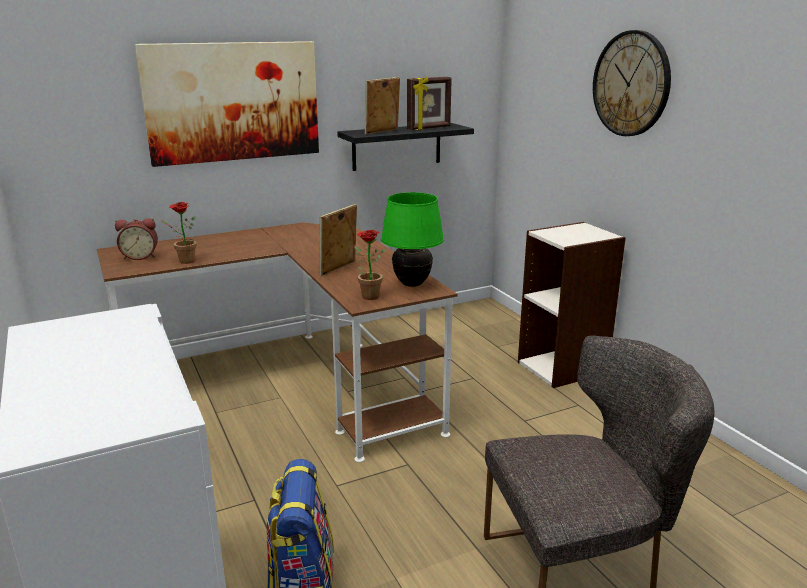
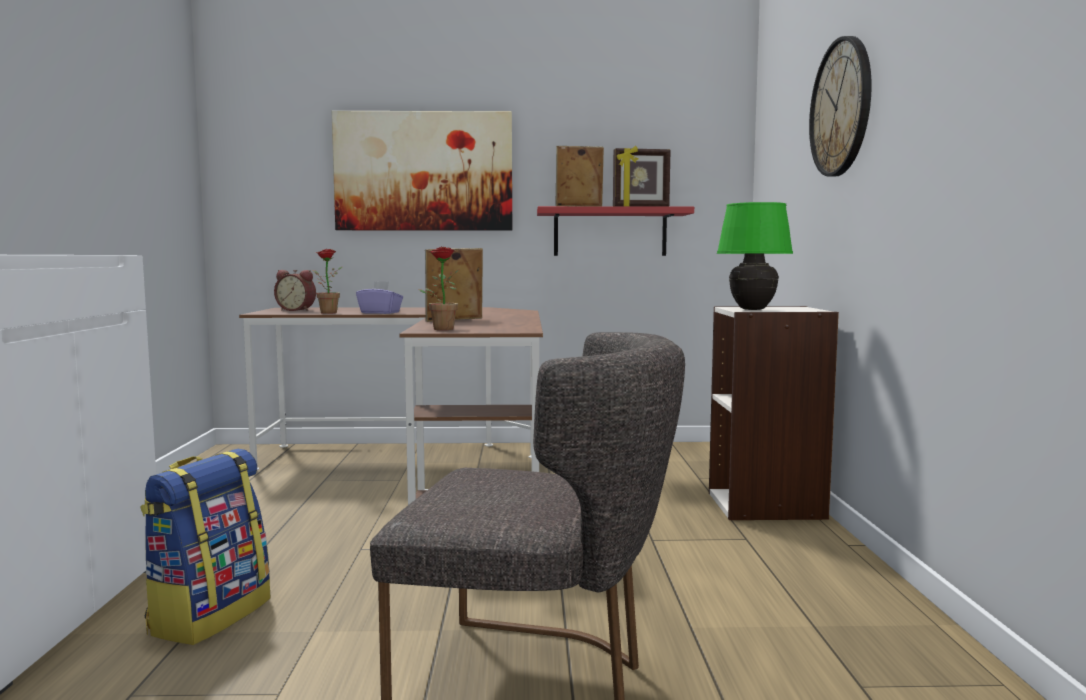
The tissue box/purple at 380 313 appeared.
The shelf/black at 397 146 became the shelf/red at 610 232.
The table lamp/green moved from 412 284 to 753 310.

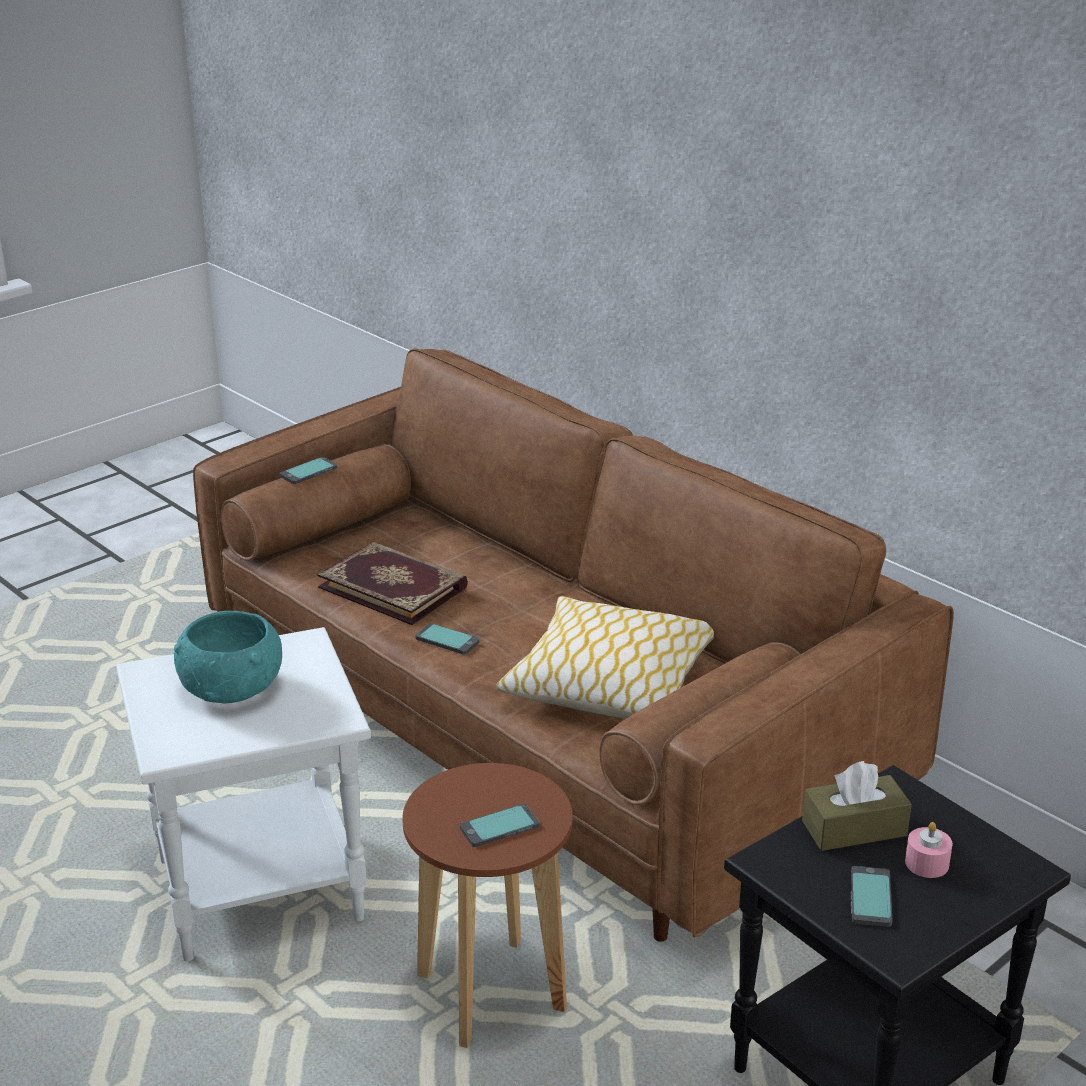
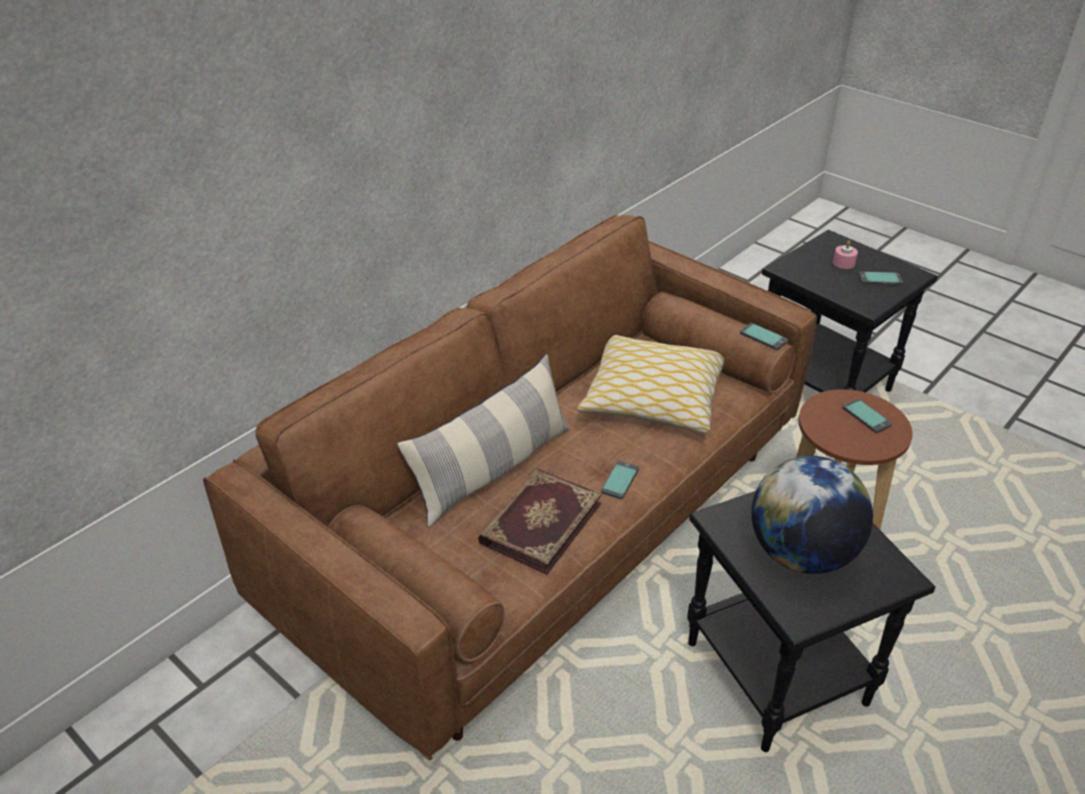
The pillow at 492 469 appeared.
The side table/white at 262 888 became the side table/black at 772 673.
The phone moved from 308 472 to 763 337.
The bowl/turquoise at 231 687 was replaced by the globe at 801 553.
The tissue box/brown at 854 828 disappeared.

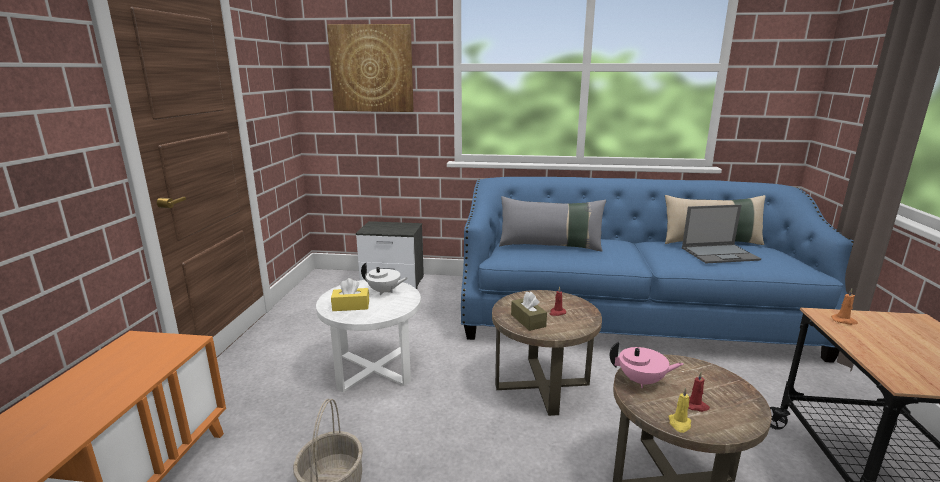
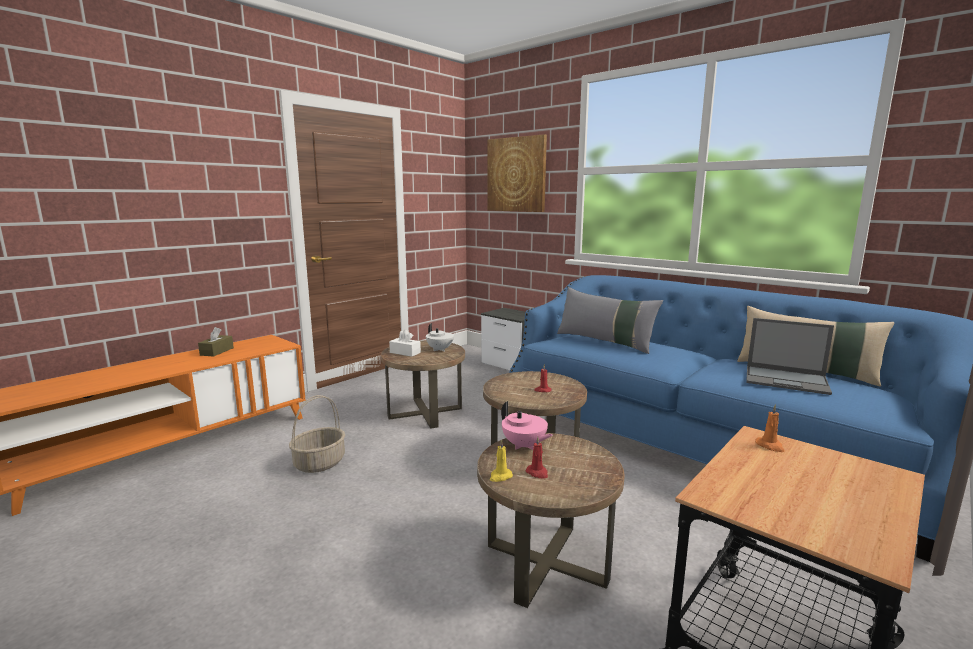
The tissue box/brown moved from 528 320 to 217 351.
The side table/white at 374 368 became the side table/brown at 425 412.
The tissue box/yellow at 351 306 became the tissue box/white at 405 352.

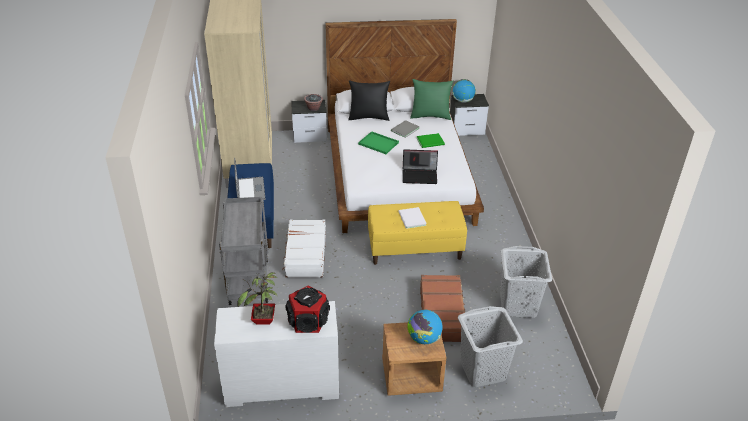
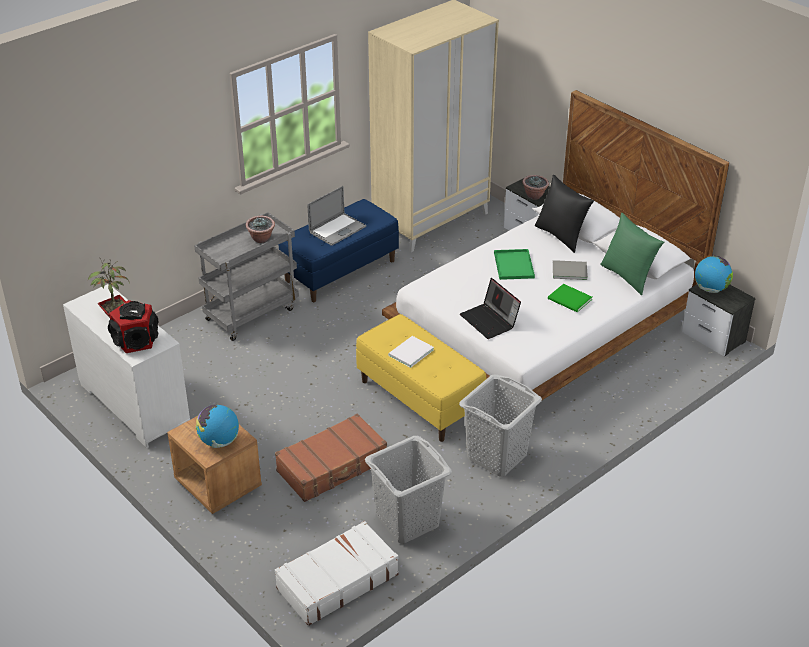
The potted plant at 261 238 appeared.
The suitcase/white moved from 305 254 to 336 581.
The laundry basket/grey moved from 482 371 to 496 456.

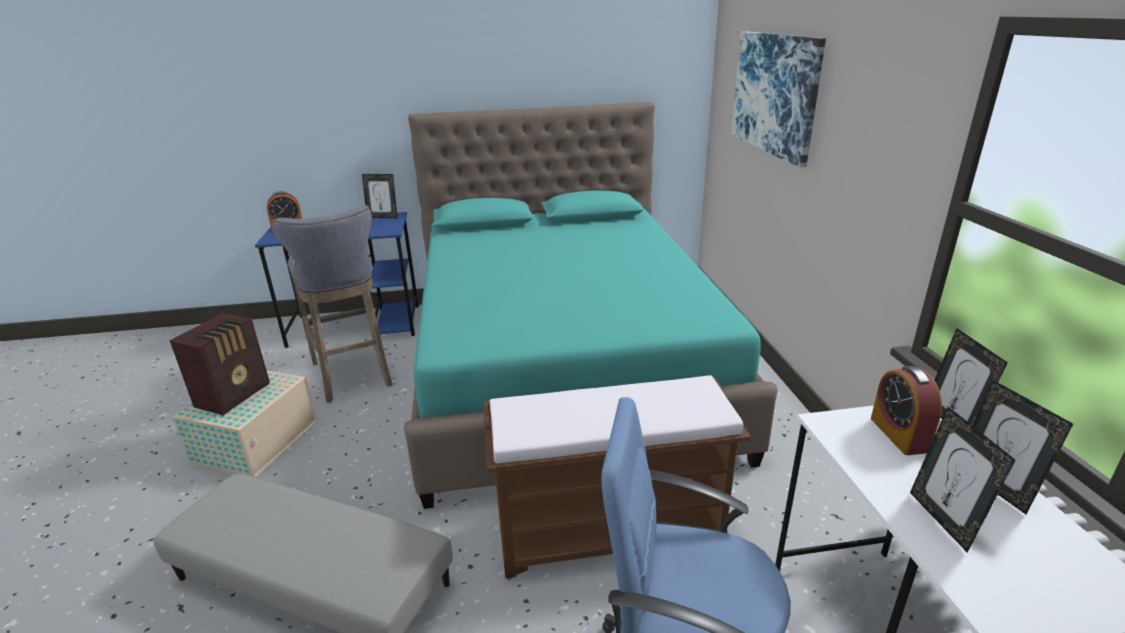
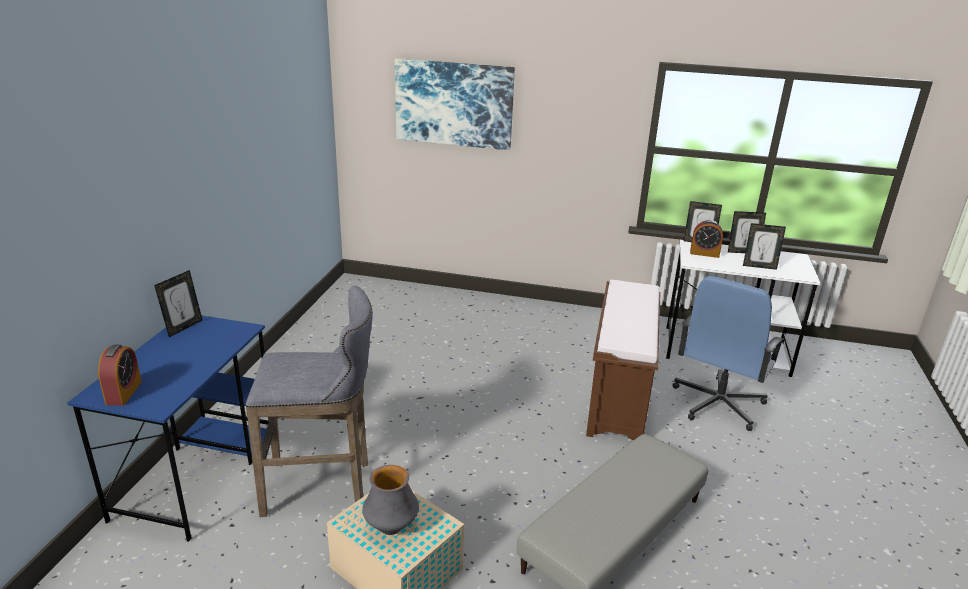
The radio at 235 395 was replaced by the vase at 391 528.
The bed/turquoise at 563 368 disappeared.

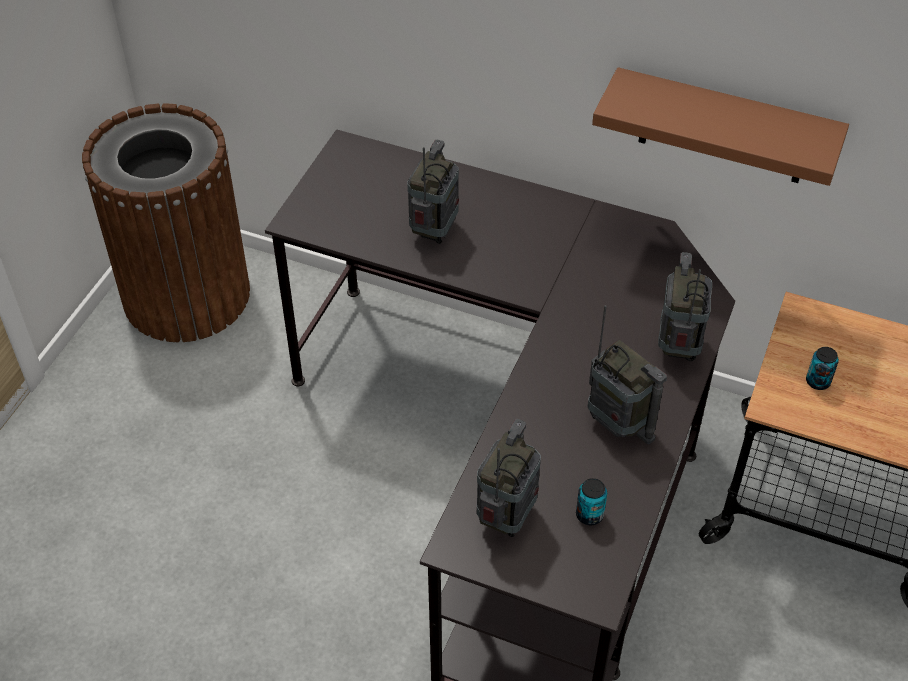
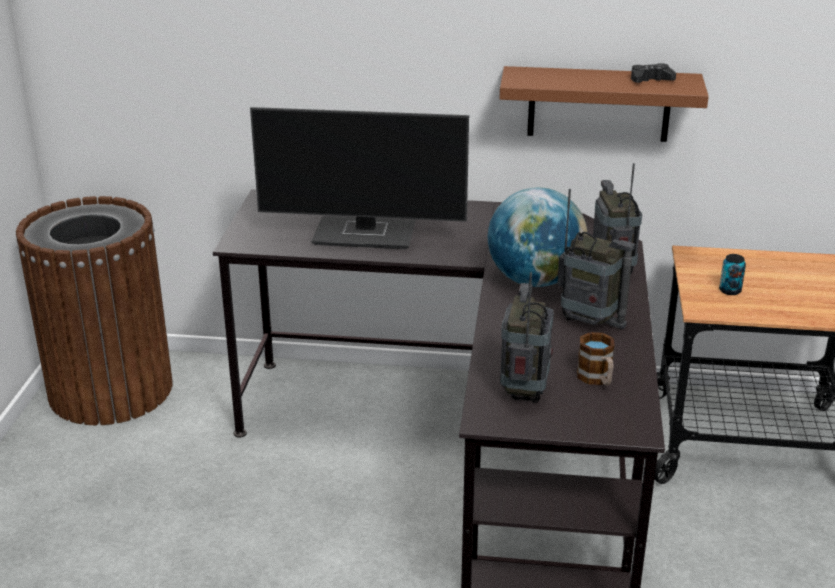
The radio at 434 231 was replaced by the monitor at 367 234.
The globe at 535 281 appeared.
The can at 589 515 was replaced by the mug at 597 379.
The game controller/black at 650 79 appeared.

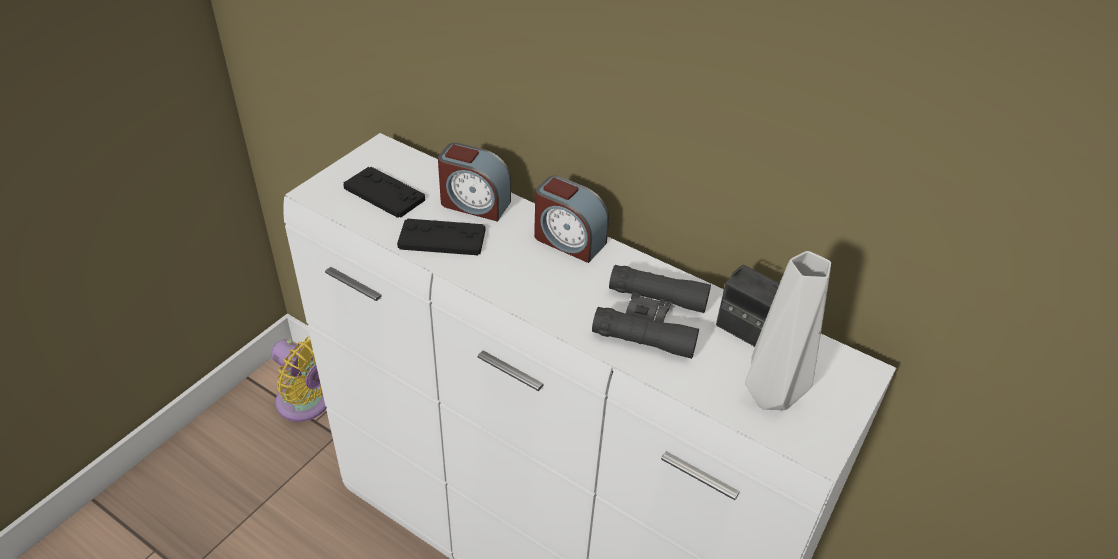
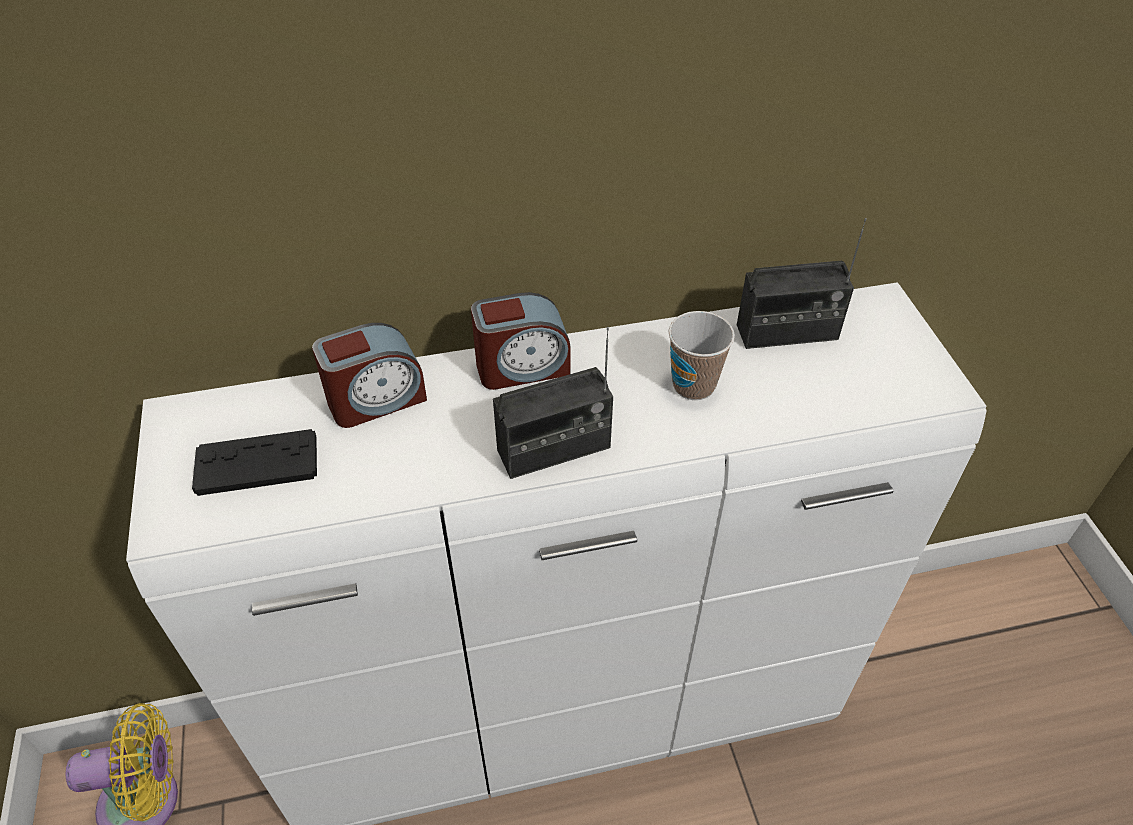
The radio at 554 449 appeared.
The binoculars/black at 650 319 was replaced by the cup at 693 385.
The game controller/black at 442 239 disappeared.
The vase/grey at 768 394 disappeared.

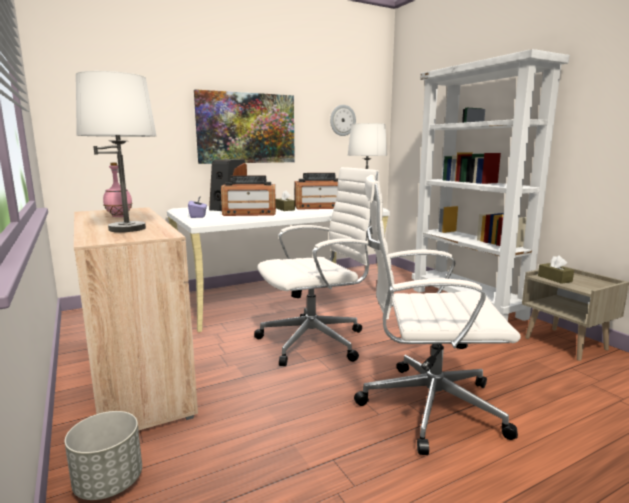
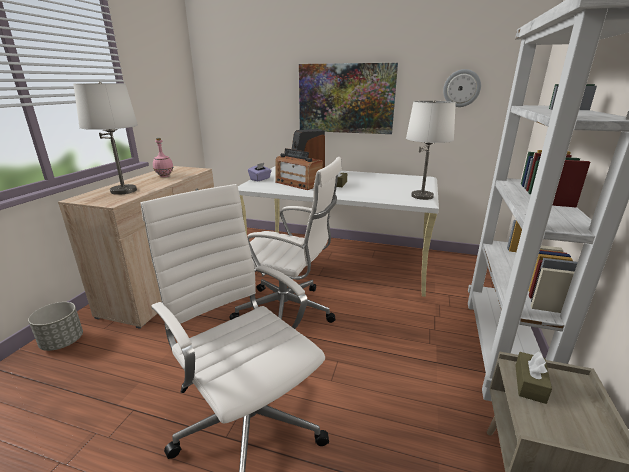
The radio at 318 207 disappeared.

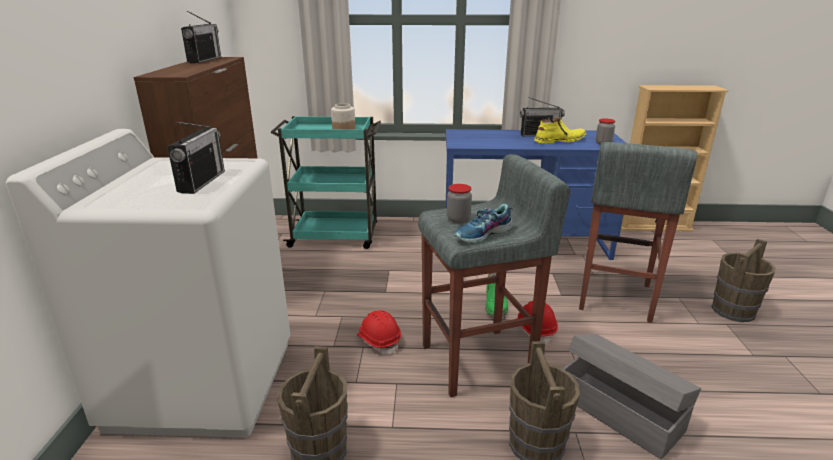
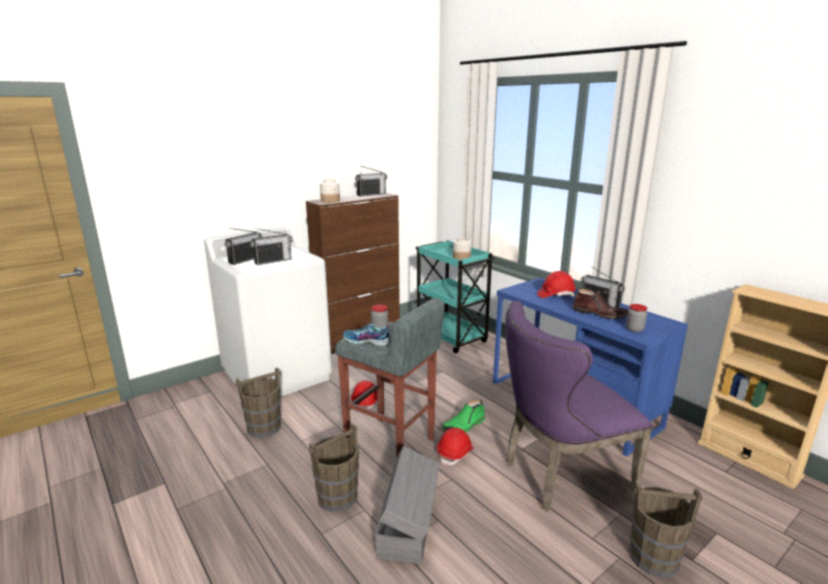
The radio at 245 260 appeared.
The jar at 330 201 appeared.
The stool/grey at 613 297 was replaced by the chair/purple at 560 476.
The hard hat/red at 555 295 appeared.
The boot/yellow at 559 141 became the boot/brown at 600 314.

